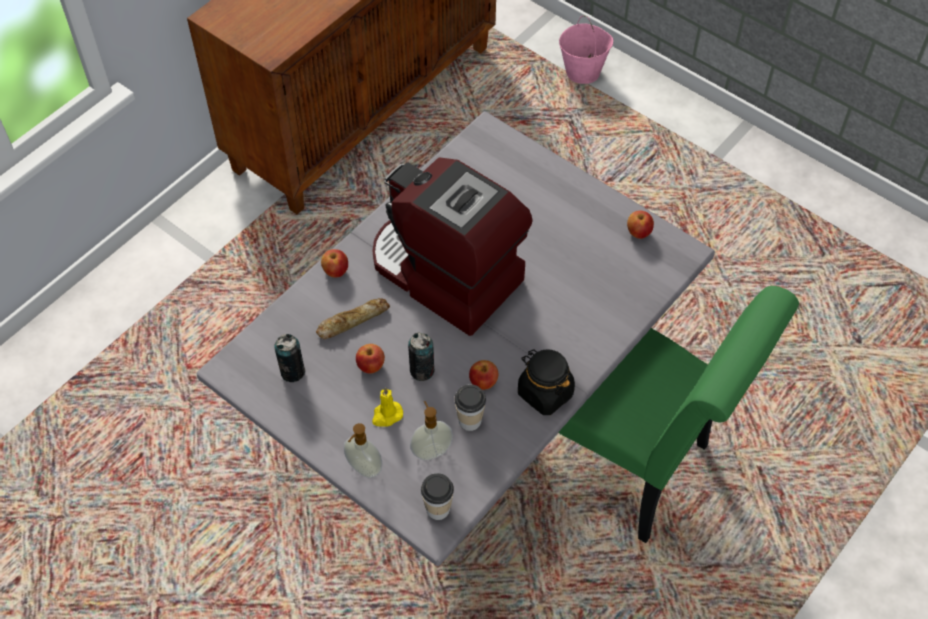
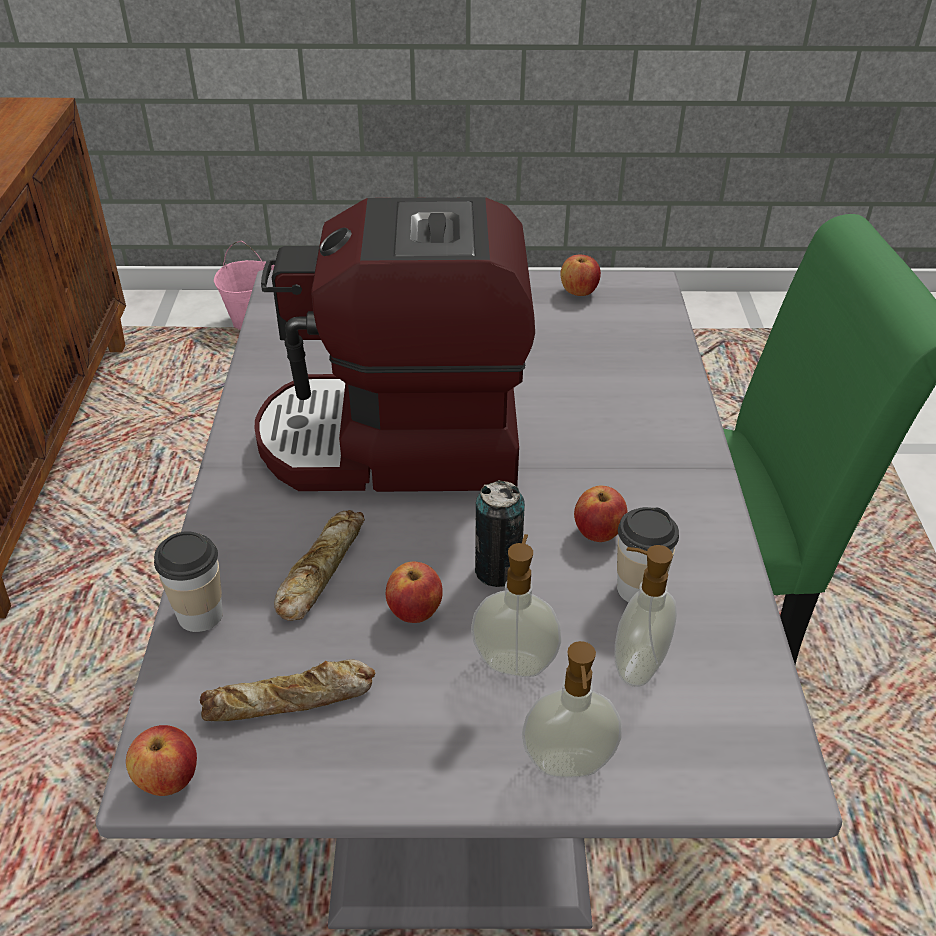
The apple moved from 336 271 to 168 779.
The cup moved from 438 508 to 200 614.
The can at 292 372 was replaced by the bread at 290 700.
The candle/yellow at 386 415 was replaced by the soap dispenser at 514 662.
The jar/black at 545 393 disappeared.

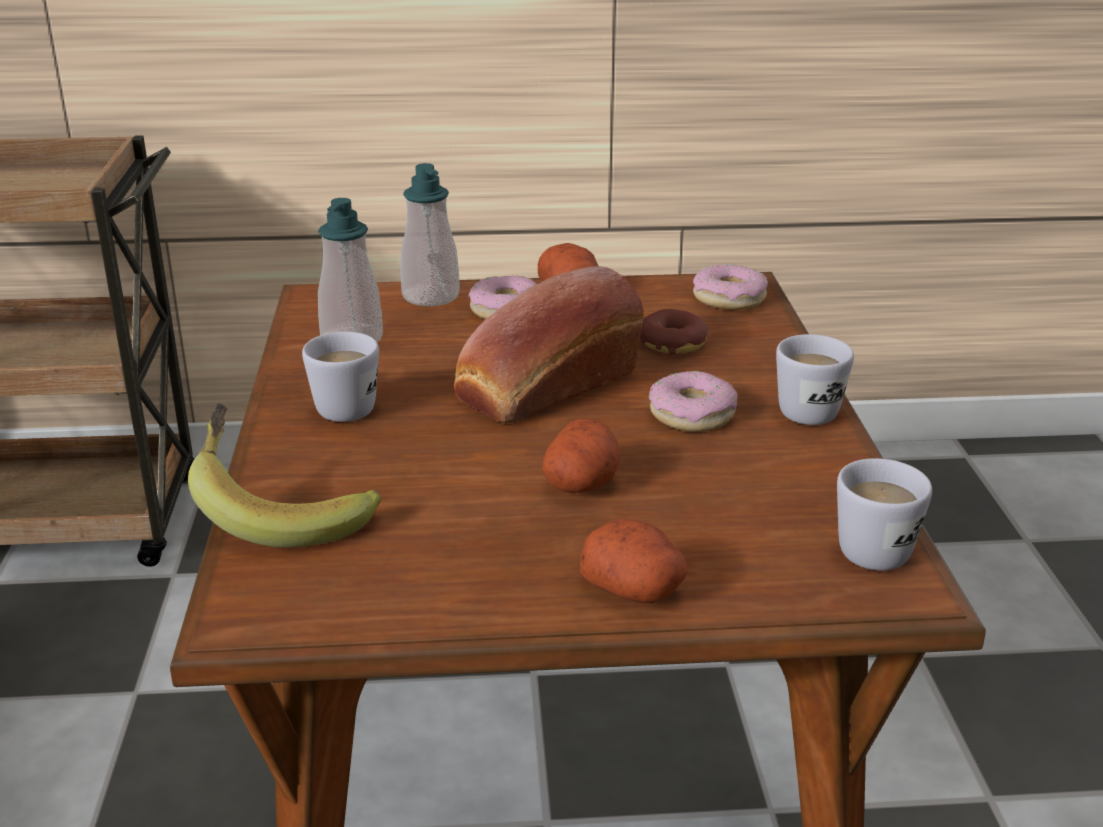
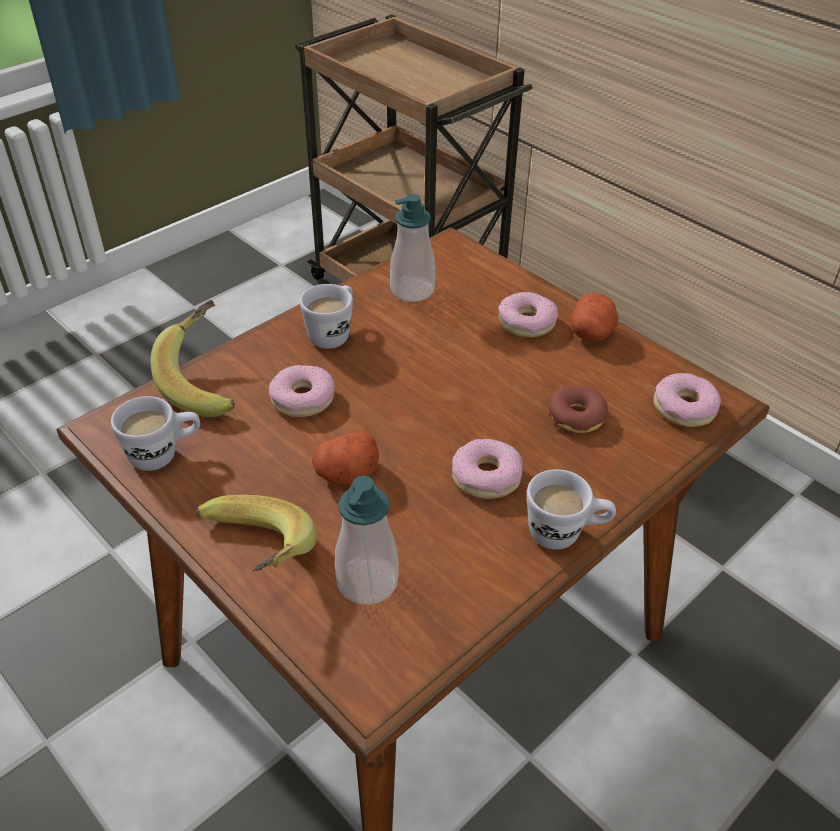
The mug/white moved from 876 545 to 164 454.
The potato at 634 590 was replaced by the banana at 253 558.
The donut at 303 398 appeared.
The soap dispenser moved from 431 296 to 367 581.
The bread at 543 387 disappeared.

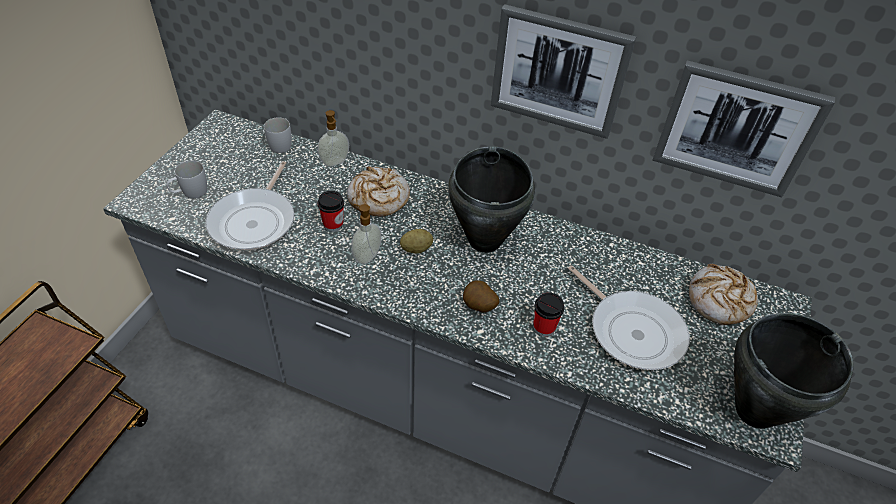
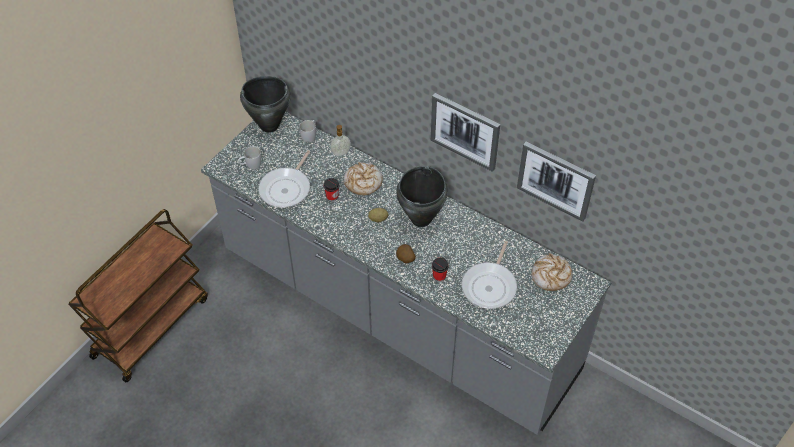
The cooking pot/black moved from 753 410 to 269 125.
The frying pan at 632 330 turned 45 degrees clockwise.
The soap dispenser at 366 256 disappeared.

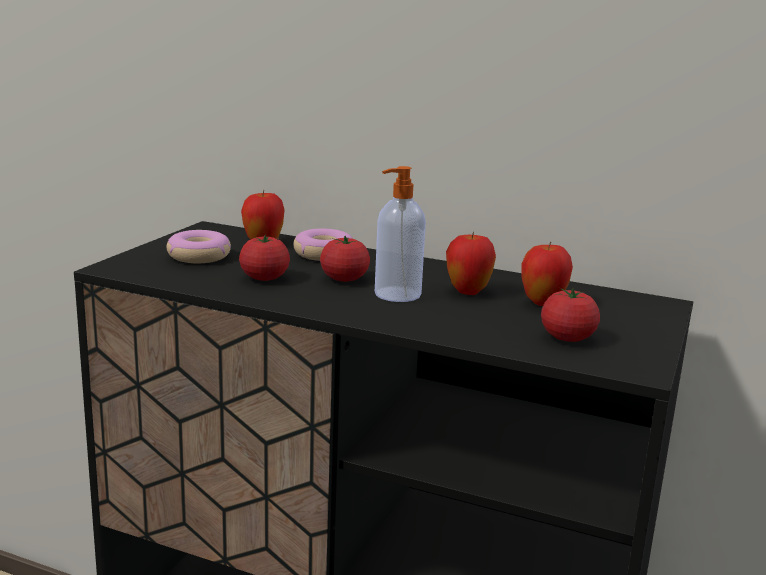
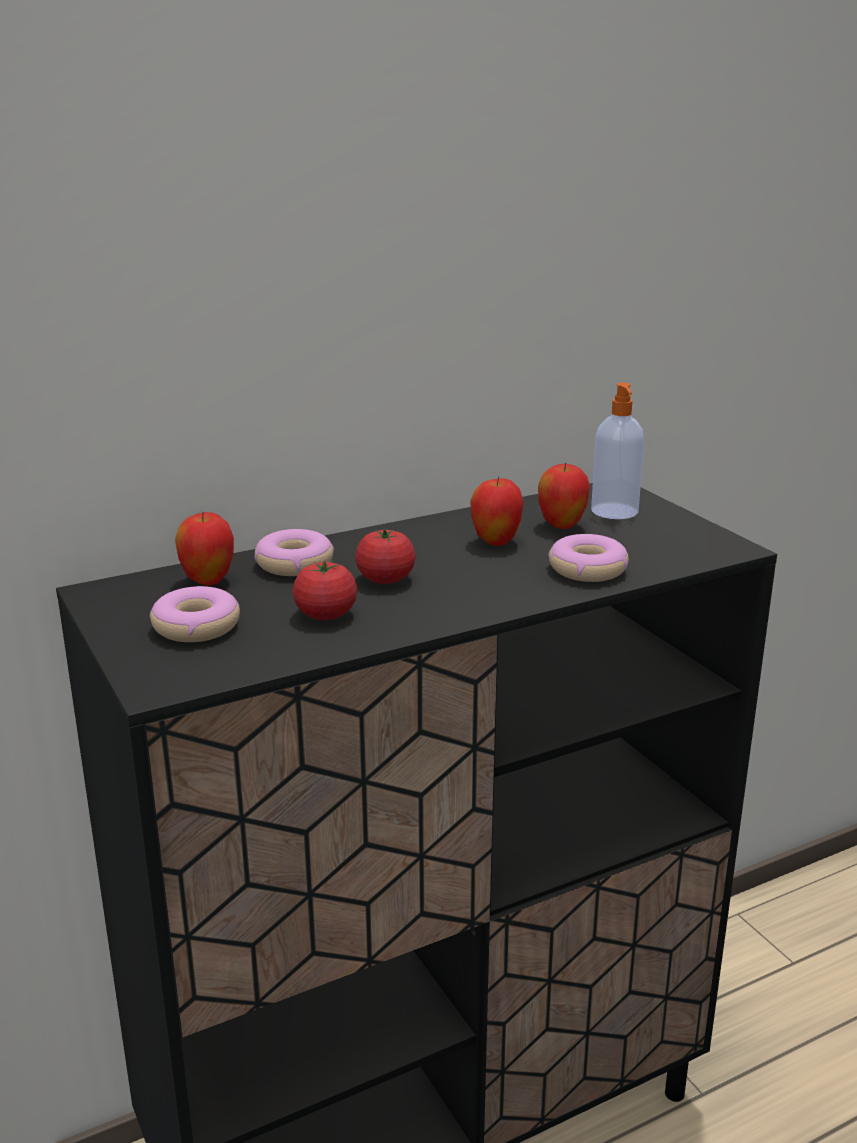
The donut at 587 569 appeared.
The soap dispenser moved from 396 295 to 615 512.
The tomato at 567 338 disappeared.

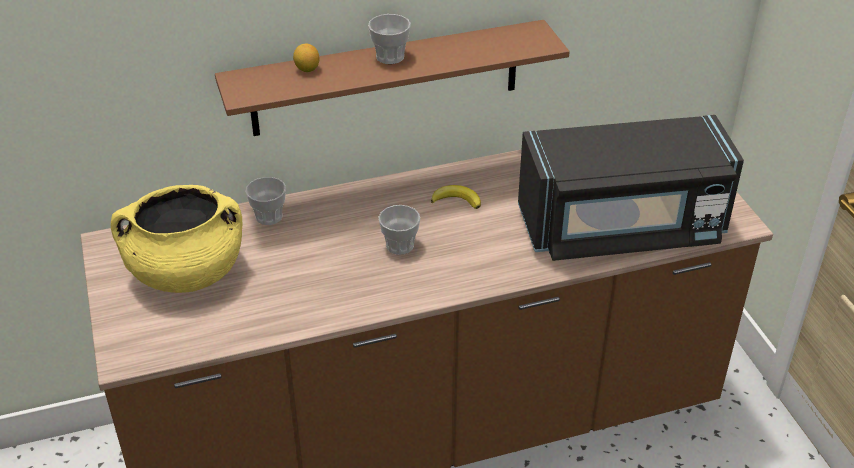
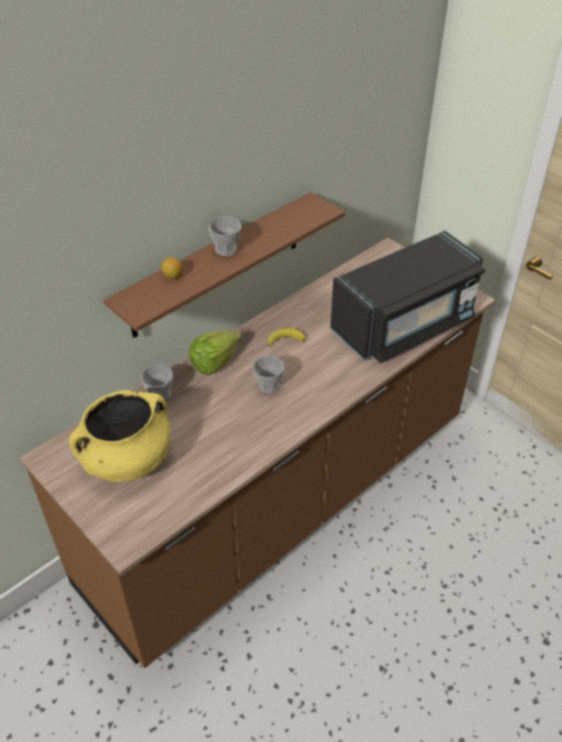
The lettuce at 214 362 appeared.

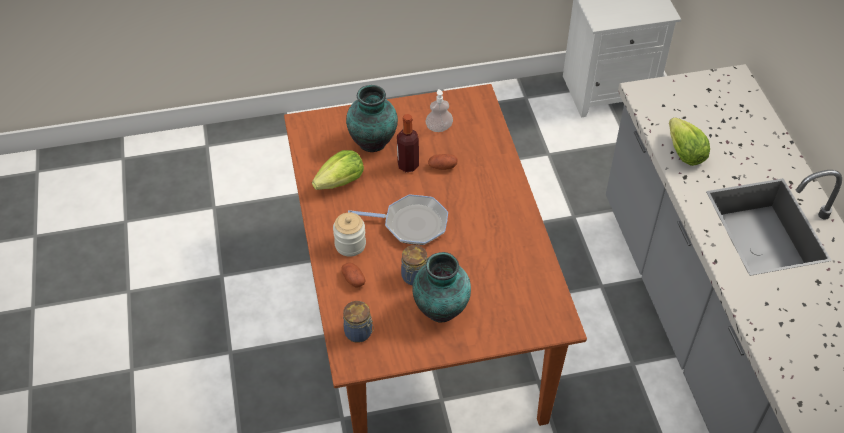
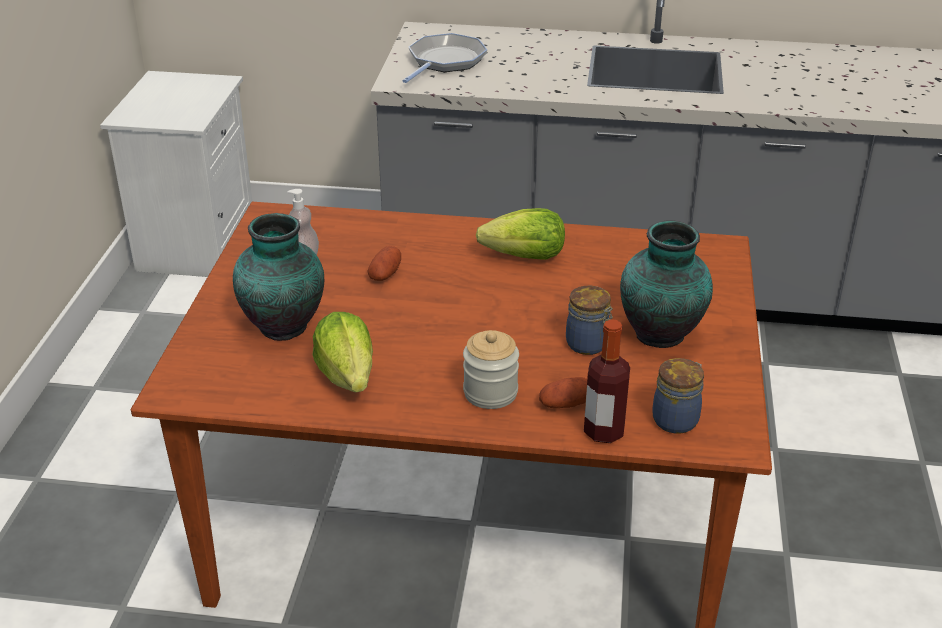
The frying pan moved from 411 224 to 444 61.
The lettuce moved from 684 153 to 525 257.
The bottle moved from 408 165 to 603 431.

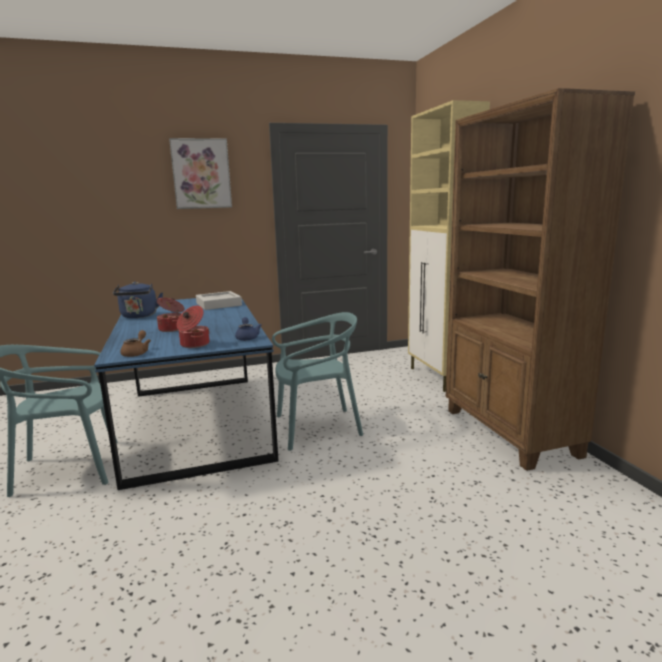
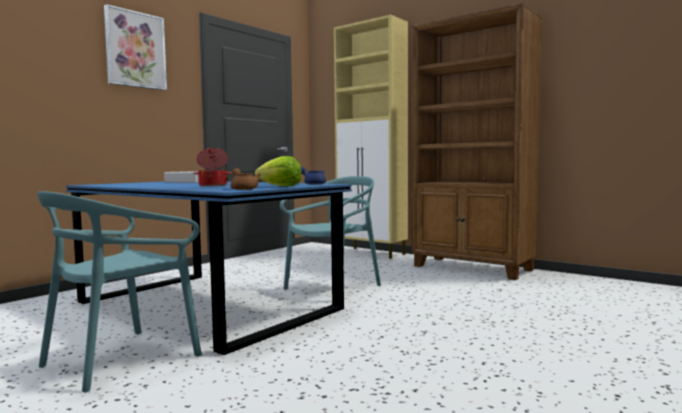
The cooking pot at 194 344 was replaced by the lettuce at 280 186.
The kettle/blue at 139 316 disappeared.

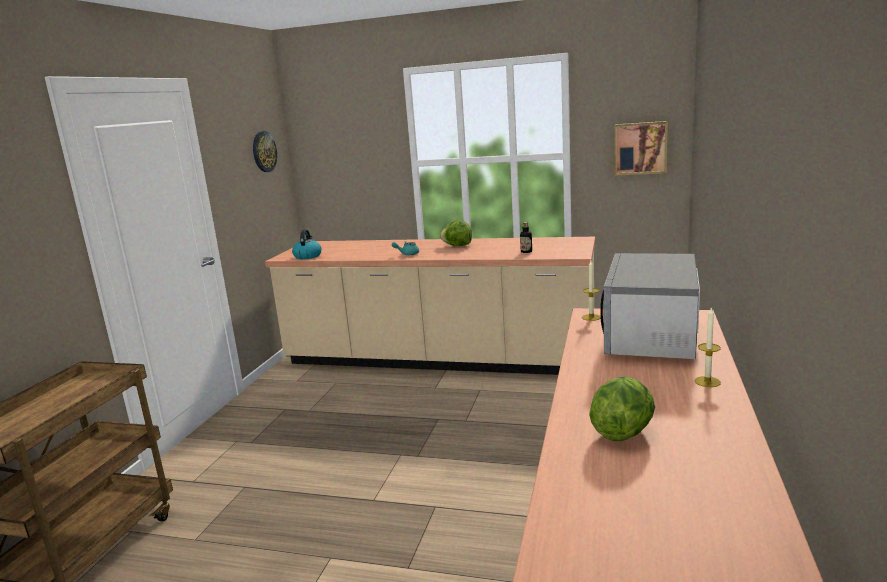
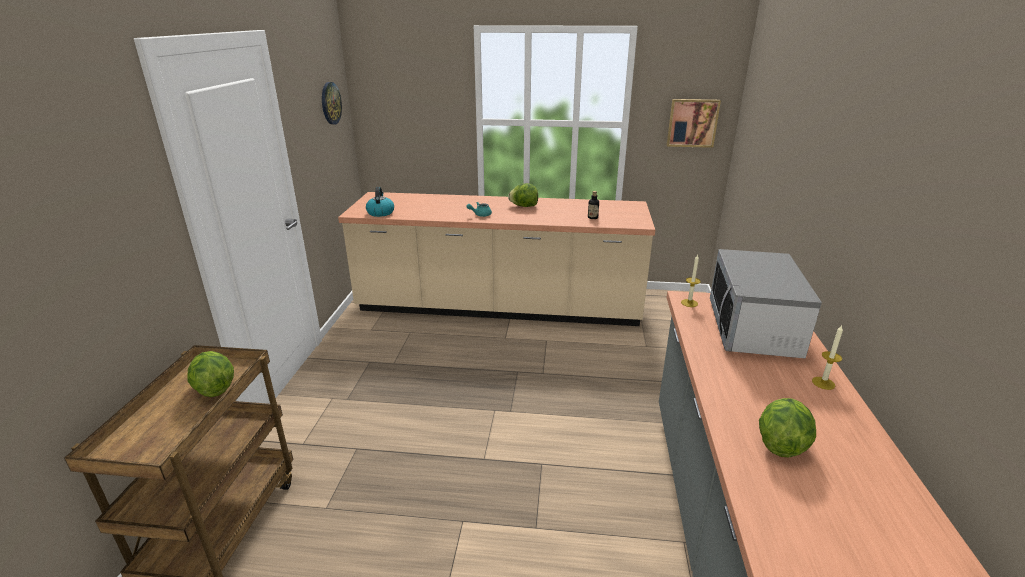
The lettuce at 214 388 appeared.

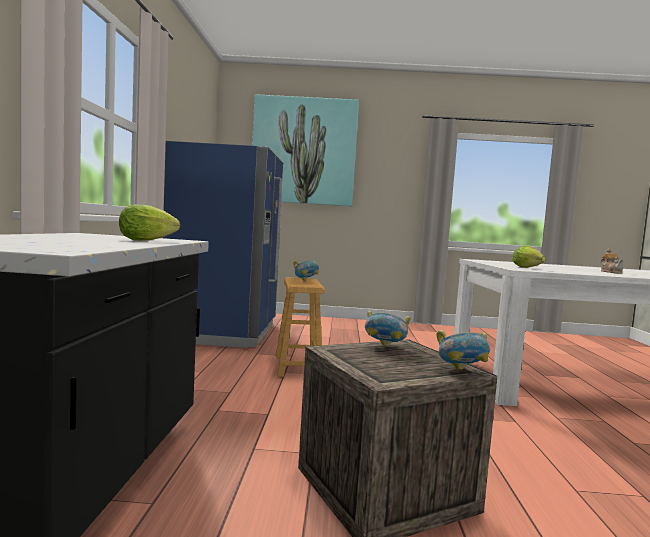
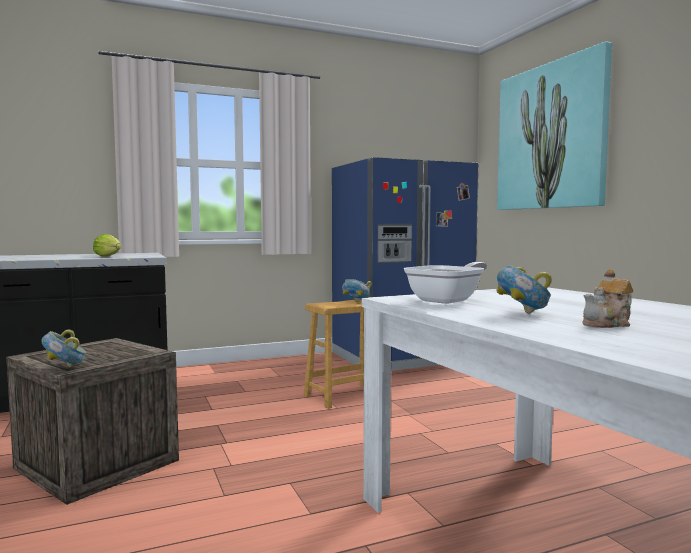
The lettuce at 528 268 was replaced by the frying pan at 448 300.
The bowl moved from 385 347 to 523 314.

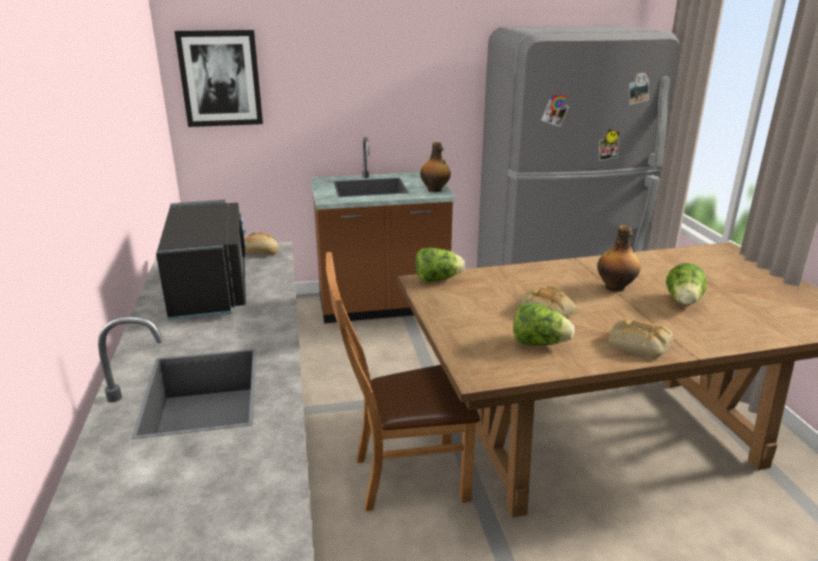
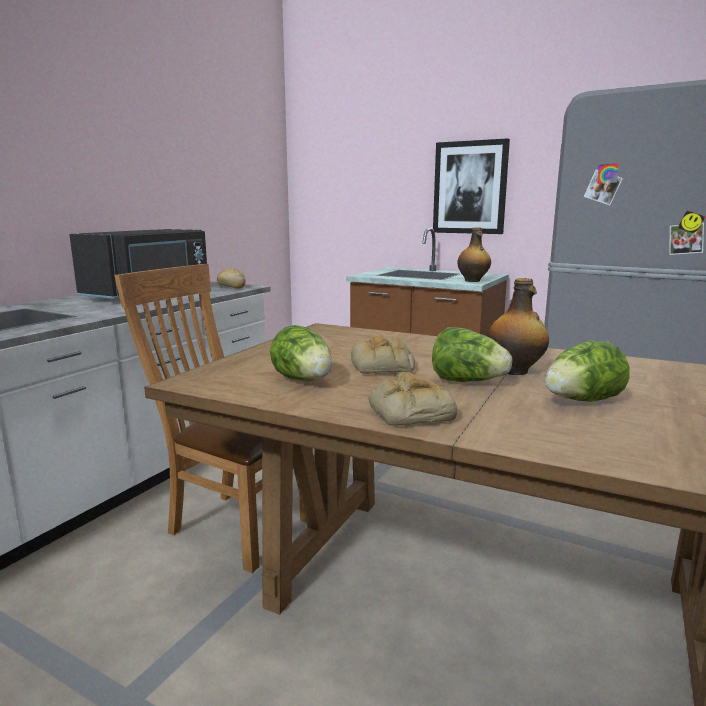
The lettuce moved from 437 280 to 467 382.
The picture moved from 220 78 to 470 188.

